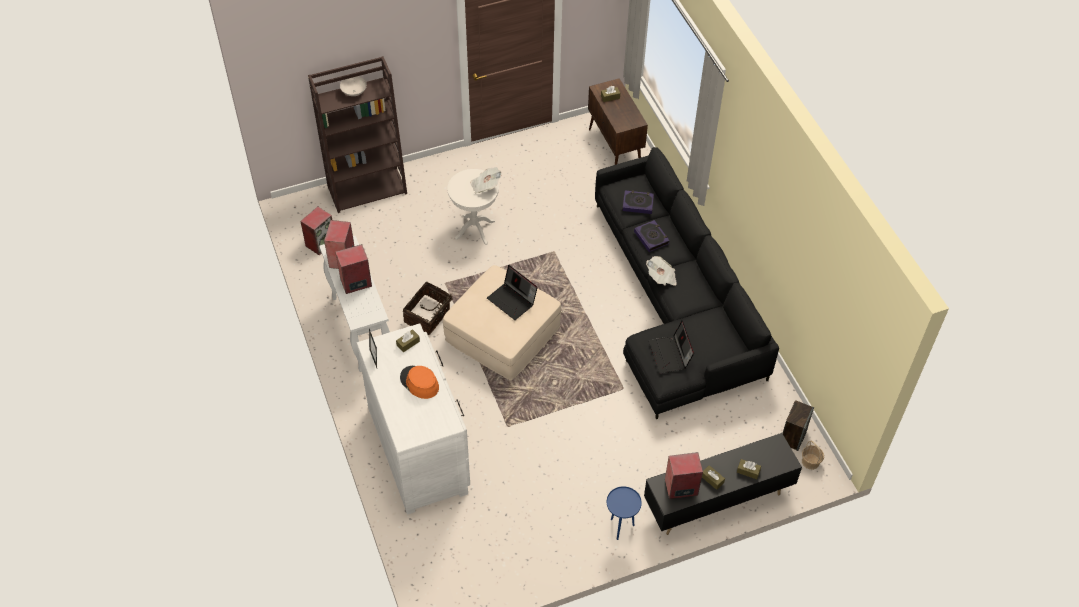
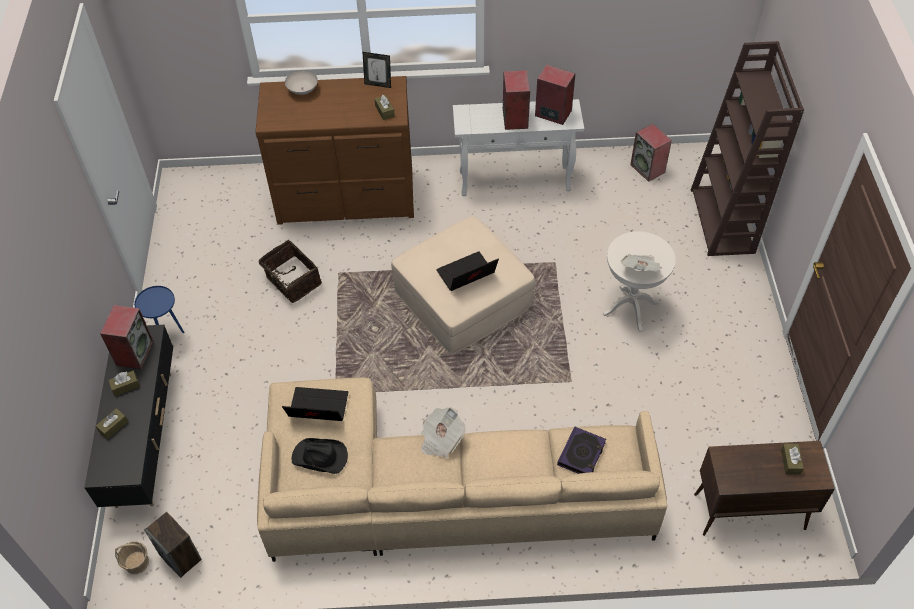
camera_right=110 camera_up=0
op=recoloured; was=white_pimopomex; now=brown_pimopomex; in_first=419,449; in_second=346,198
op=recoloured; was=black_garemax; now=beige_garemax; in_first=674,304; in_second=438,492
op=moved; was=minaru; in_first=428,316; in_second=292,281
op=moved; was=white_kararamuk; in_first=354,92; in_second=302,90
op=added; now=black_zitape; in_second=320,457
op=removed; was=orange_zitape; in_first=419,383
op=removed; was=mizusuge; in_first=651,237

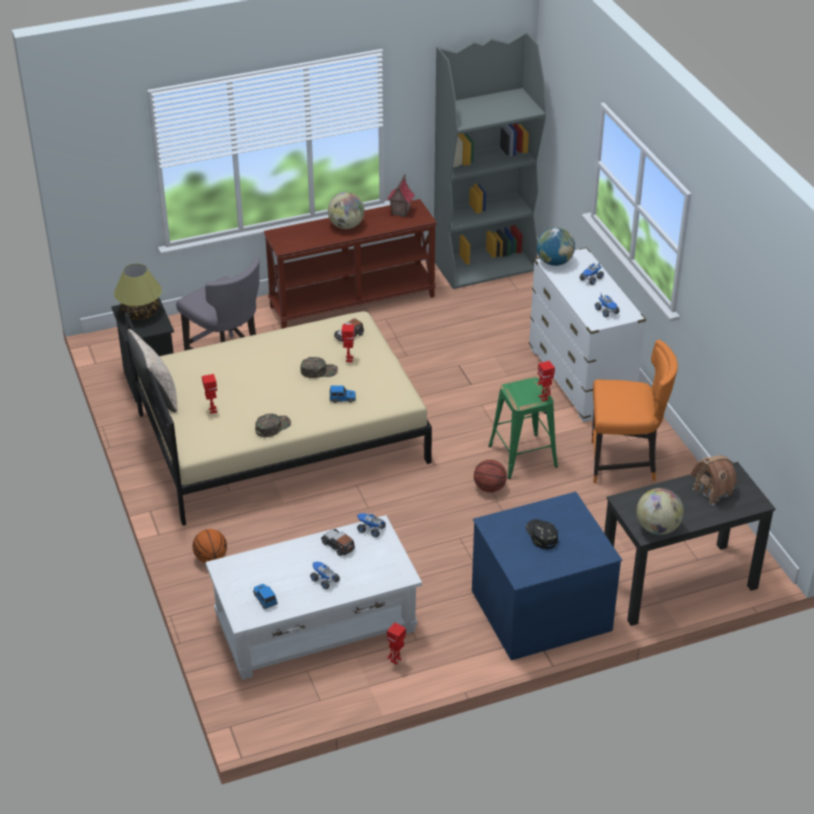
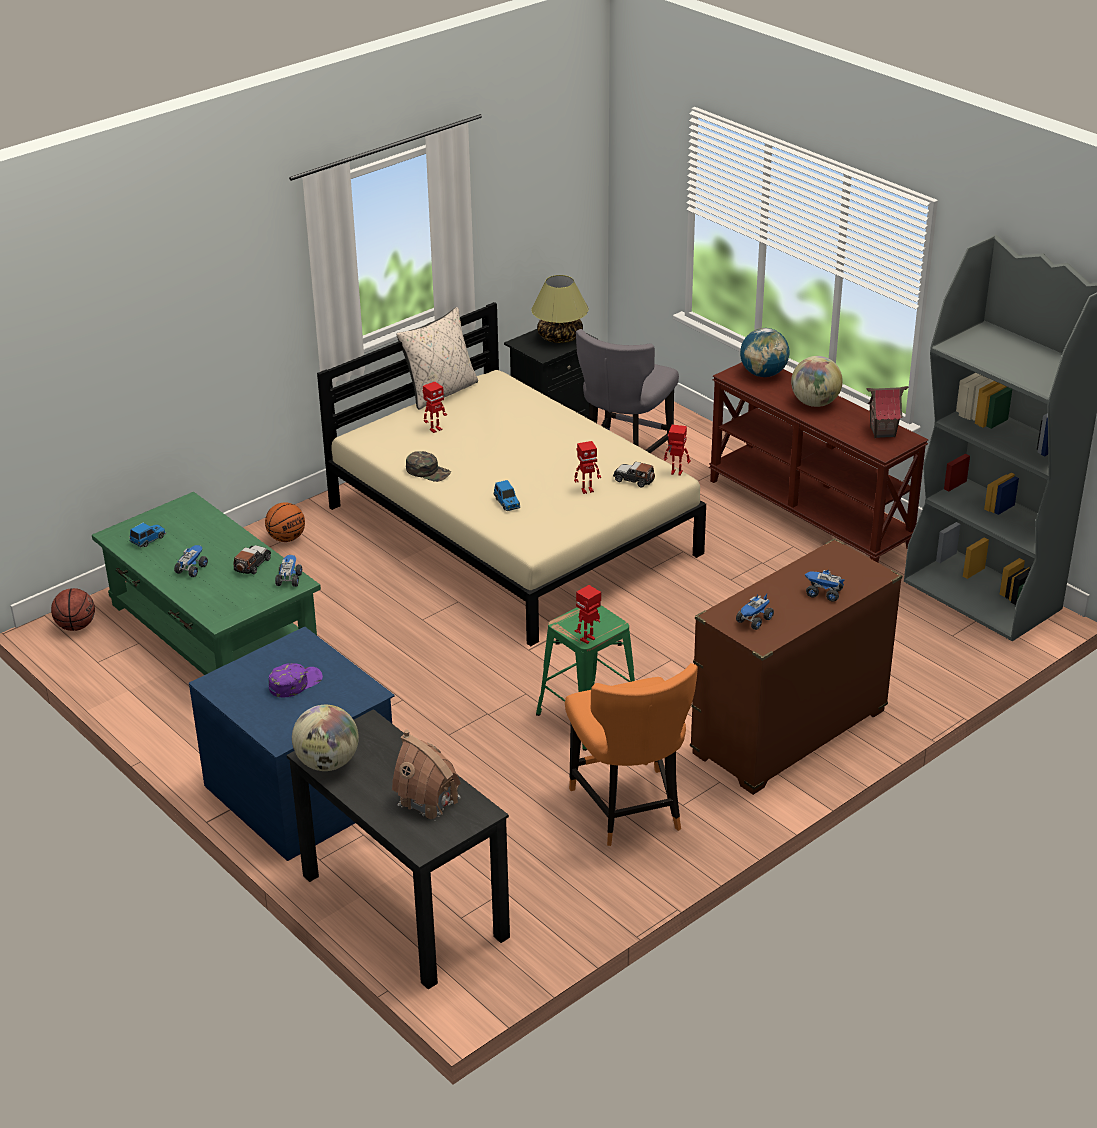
camera_right=70 camera_up=-5
op=moved; was=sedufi; in_first=489,488; in_second=76,626
op=recoloured; was=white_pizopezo; now=green_pizopezo; in_first=314,623; in_second=213,629
op=recoloured; was=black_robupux; now=purple_robupux; in_first=541,535; in_second=295,683
op=moved; was=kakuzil; in_first=396,660; in_second=676,473
op=recoloured; was=white_pimopomex; now=brown_pimopomex; in_first=580,379; in_second=789,733
op=moved; was=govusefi; in_first=554,262; in_second=763,374
op=removed; was=green_robupux; in_first=319,371

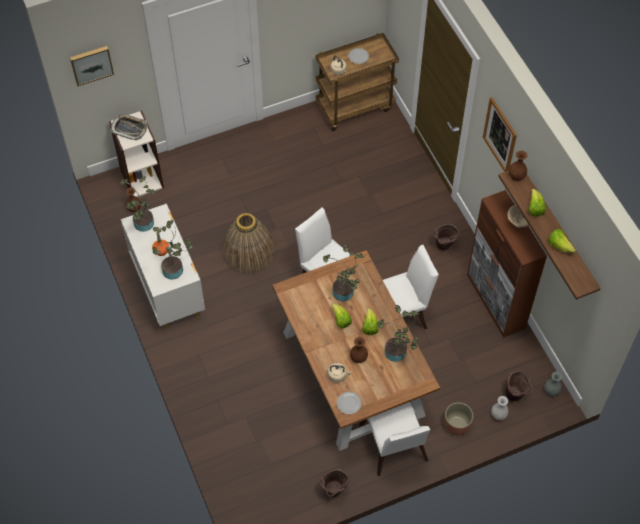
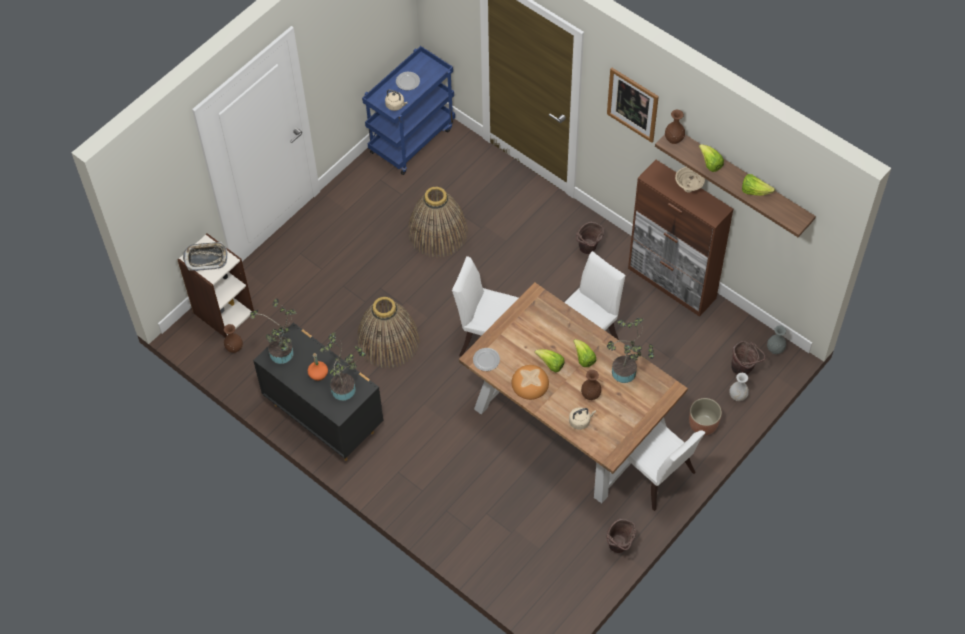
camera_right=-25 camera_up=0
op=recoloured; was=white_pimopomex; now=black_pimopomex; in_first=168,289; in_second=324,417
op=recoloured; was=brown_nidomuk; now=blue_nidomuk; in_first=355,106; in_second=412,139
op=added; now=minaru; in_second=438,232
op=moved; was=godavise; in_first=348,404; in_second=486,360
op=added; now=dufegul; in_second=529,383
op=removed; was=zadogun; in_first=91,64
op=removed; was=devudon; in_first=344,294

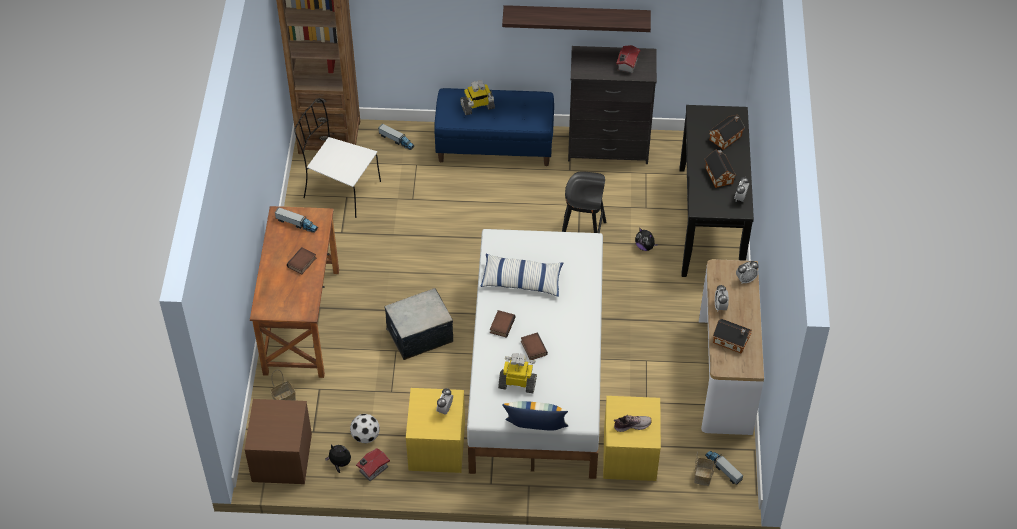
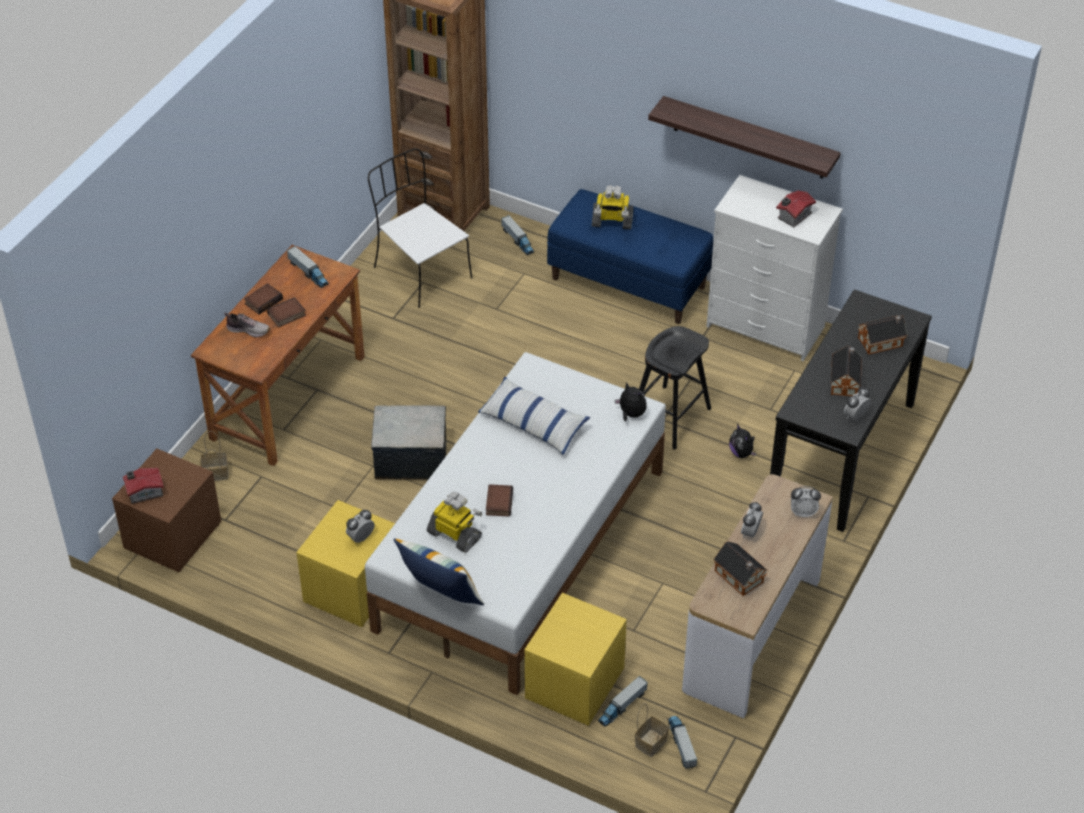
camera_right=25 camera_up=-5
op=moved; was=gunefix; in_first=372,469; in_second=144,492
op=moved; was=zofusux; in_first=631,425; in_second=248,330
op=moved; was=mizusuge; in_first=501,325; in_second=263,301
op=added; now=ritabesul; in_second=622,706
op=moved; was=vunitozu; in_first=340,464; in_second=631,414
op=recoloured; was=black_pimopomex; now=white_pimopomex; in_first=609,147; in_second=766,327
op=removed; was=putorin; in_first=365,436

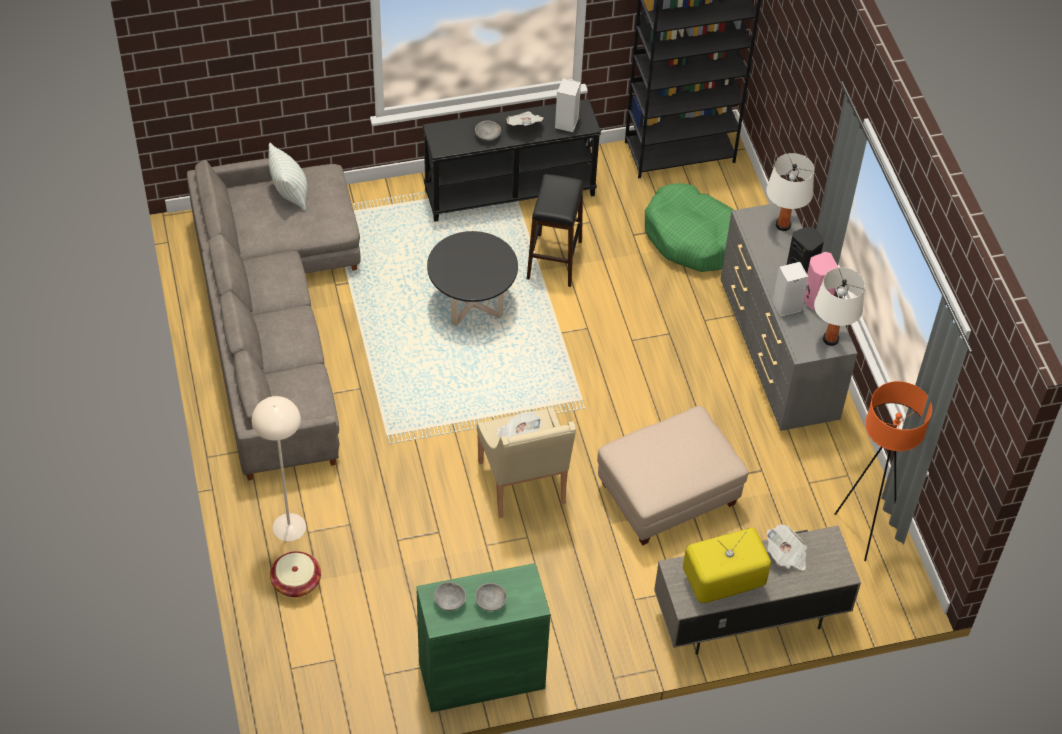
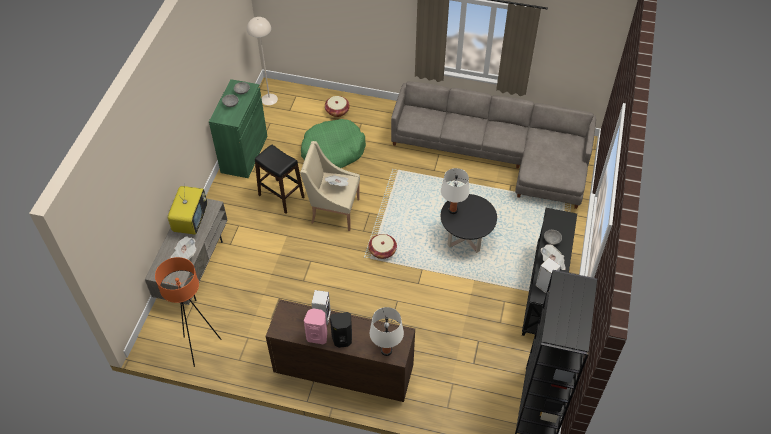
camera_right=120 camera_up=0
op=moved; was=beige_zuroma; in_first=289,527; in_second=269,99
op=moved; was=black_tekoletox; in_first=554,260; in_second=281,196
op=recoloured; was=grey_pimopomex; now=brown_pimopomex; in_first=777,354; in_second=343,370
op=moved; was=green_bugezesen; in_first=695,238; in_second=333,151
op=added; now=minaru; in_second=382,251
op=moved; was=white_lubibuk; in_first=831,339; in_second=452,210
op=removed; was=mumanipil; in_first=290,193
op=removed; was=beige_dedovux; in_first=667,494

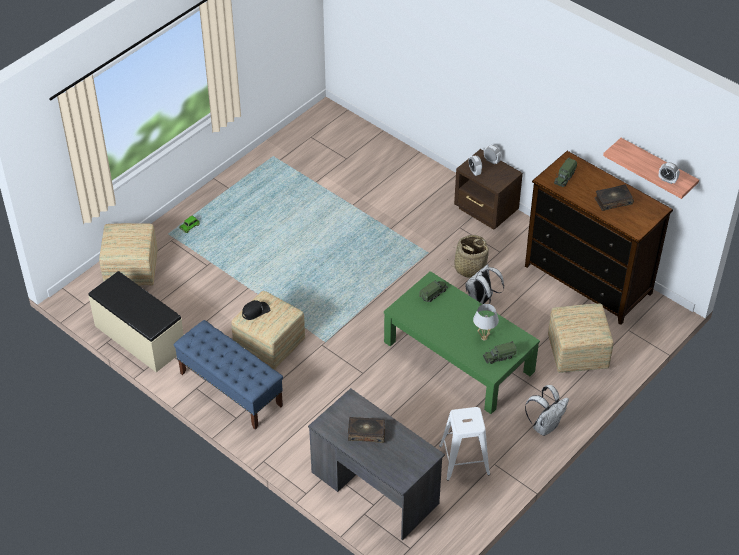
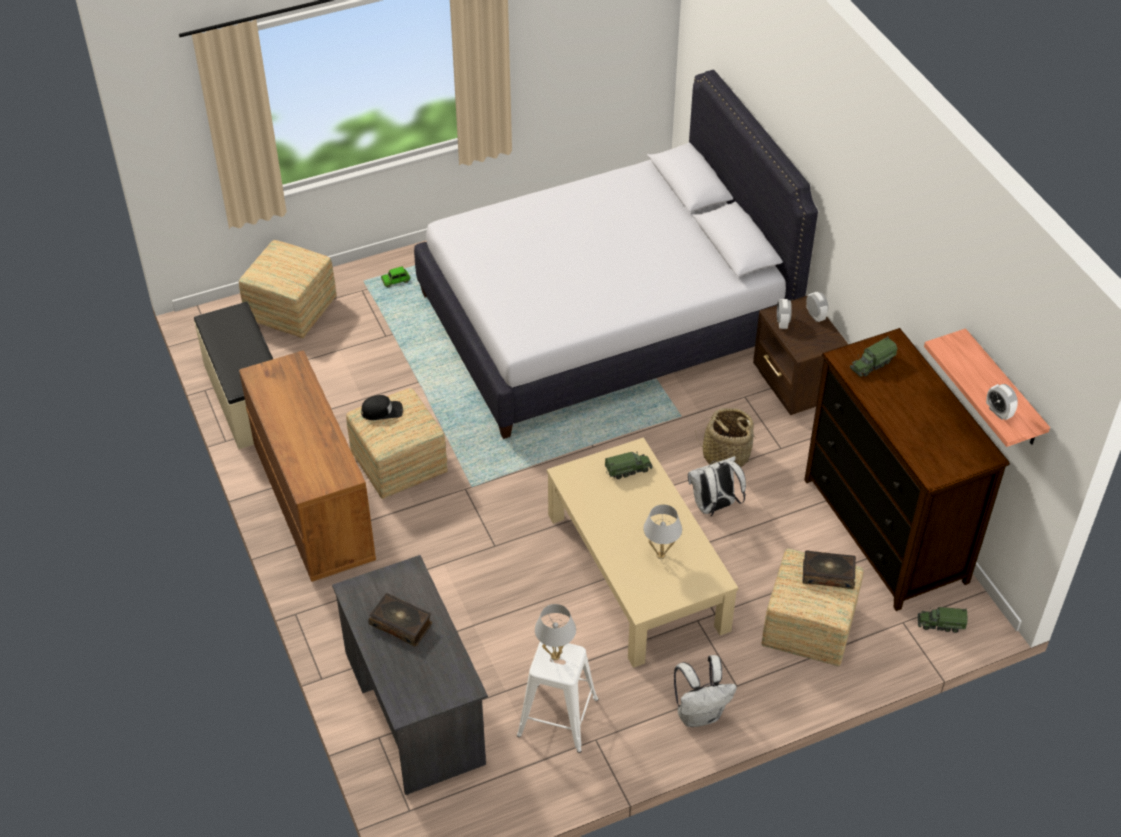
camera_right=25 camera_up=0
op=replaced; was=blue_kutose; now=brown_pimopomex; in_first=230,389; in_second=314,504
op=added; now=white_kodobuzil; in_second=604,318
op=added; now=white_lubibuk; in_second=555,656
op=recoloured; was=green_pizopezo; now=beige_pizopezo; in_first=458,356; in_second=636,571
op=moved; was=mizusuge; in_first=613,201; in_second=828,574
op=moved; was=ritabesul; in_first=499,357; in_second=940,624

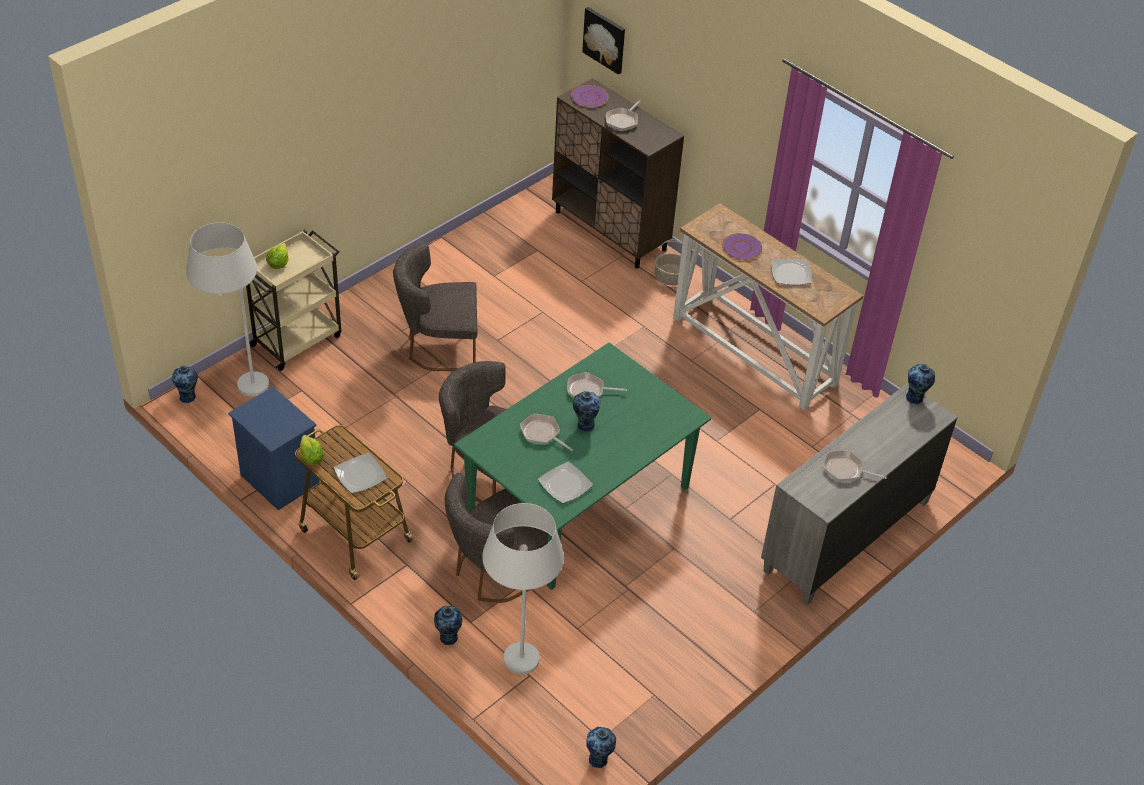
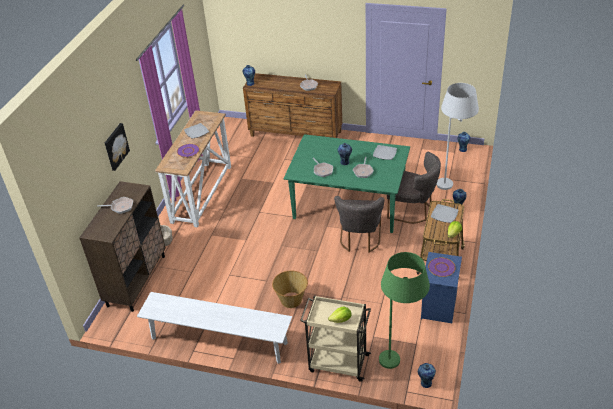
camera_right=-115 camera_up=-5
op=moved; was=zadogun; in_first=605,39; in_second=115,146
op=added; now=white_kutose; in_second=218,341
op=recoloured; was=grey_pimopomex; now=brown_pimopomex; in_first=845,536; in_second=296,134
op=replaced; was=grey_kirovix; now=minaru; in_first=438,347; in_second=291,300
op=recoloured; was=white_zuroma; now=green_zuroma; in_first=239,394; in_second=401,361
op=moved; was=purple_godavise; in_first=589,97; in_second=441,268

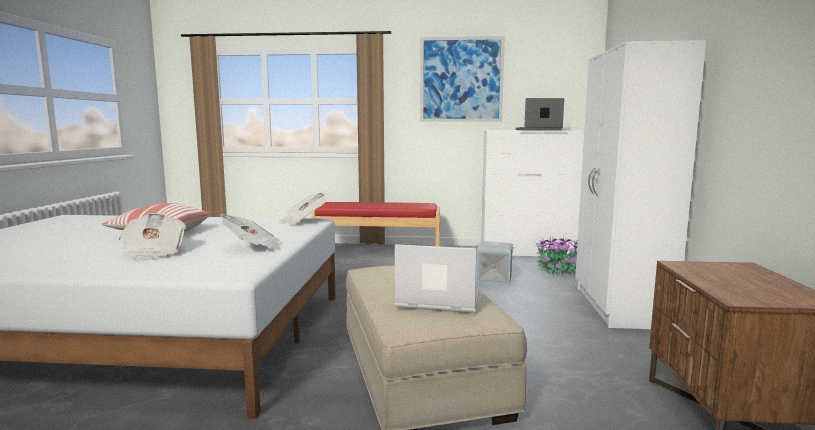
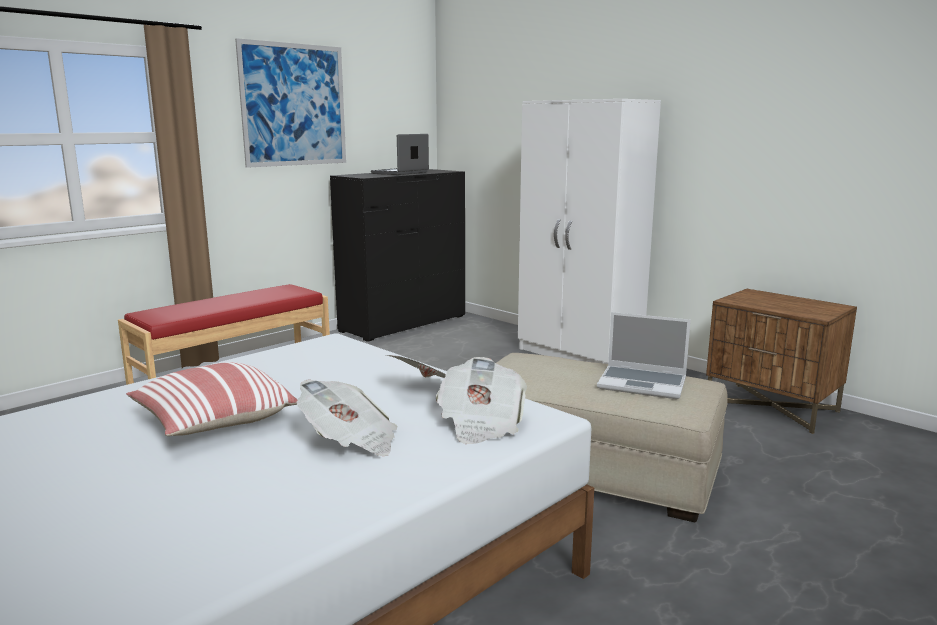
camera_right=-50 camera_up=5
op=recoloured; was=white_pimopomex; now=black_pimopomex; in_first=533,253; in_second=403,323
op=moved; was=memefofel; in_first=302,221; in_second=480,424
op=turned; was=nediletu; in_first=436,301; in_second=643,384; clockwise=-120
op=removed; was=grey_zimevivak; in_first=494,278
op=removed; was=devudon; in_first=558,271

